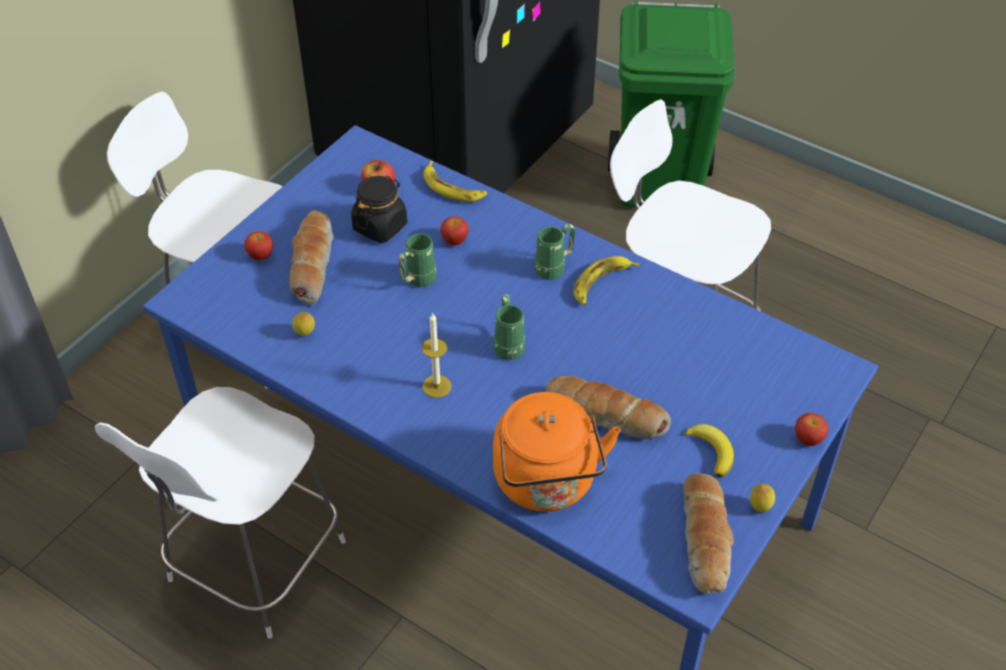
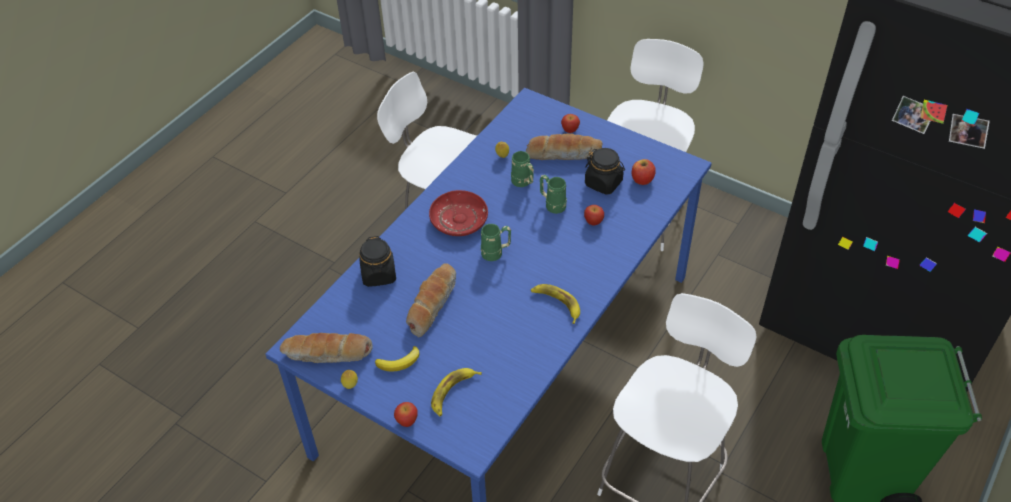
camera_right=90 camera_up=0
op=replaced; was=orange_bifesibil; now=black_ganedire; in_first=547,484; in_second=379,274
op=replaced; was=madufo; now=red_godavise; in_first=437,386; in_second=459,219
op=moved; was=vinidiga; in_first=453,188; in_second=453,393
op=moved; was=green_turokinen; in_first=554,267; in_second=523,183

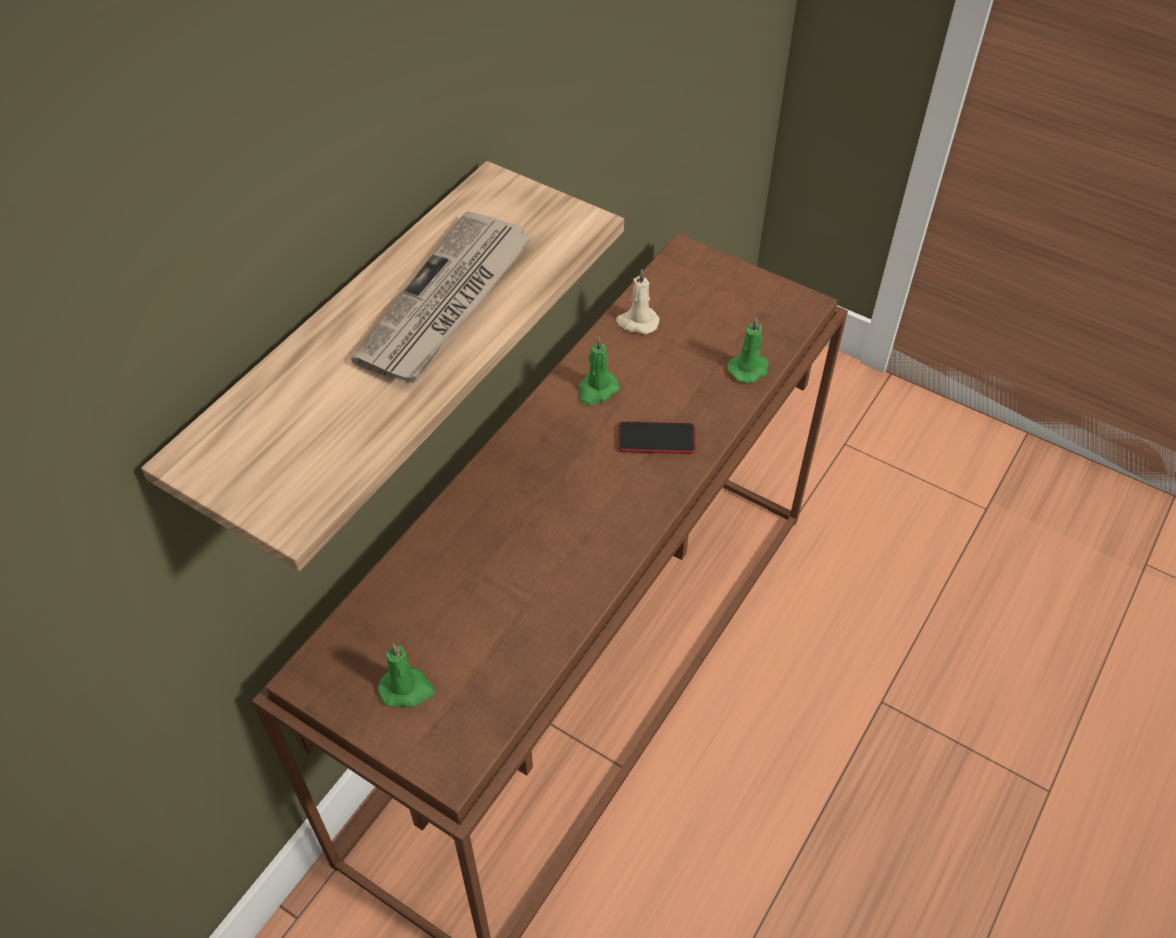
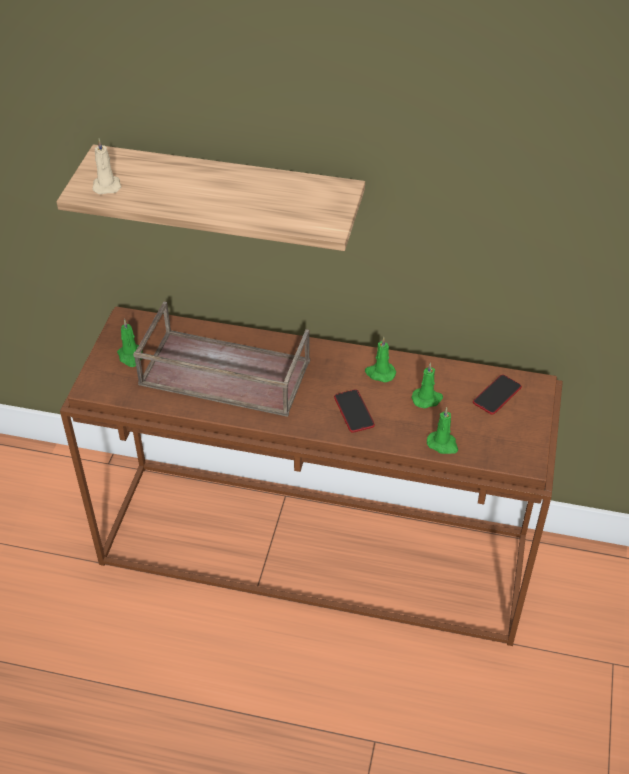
camera_right=70 camera_up=-5
op=moved; was=beige_madufo; in_first=637,322; in_second=107,185
op=added; now=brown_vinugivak; in_second=223,374
op=added; now=green_madufo; in_second=427,399
op=added; now=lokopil; in_second=497,395
op=removed; was=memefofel; in_first=446,303

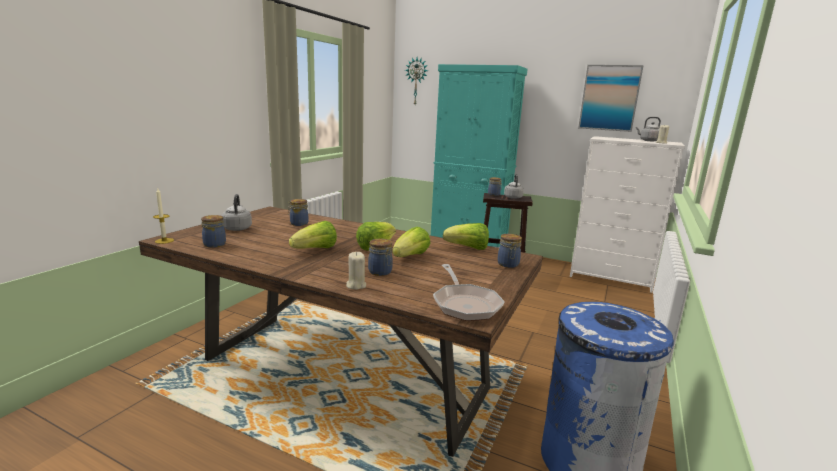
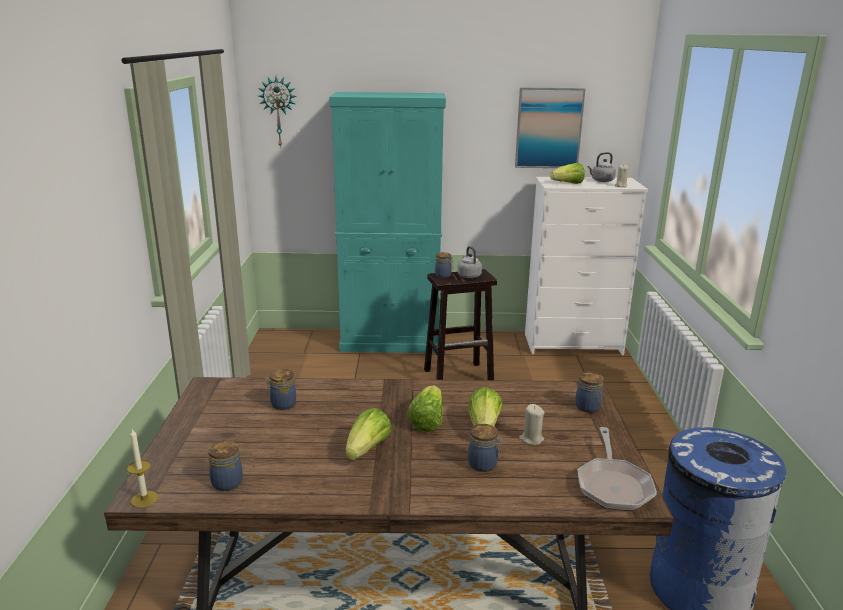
camera_right=-25 camera_up=5
op=moved; was=beige_madufo; in_first=356,285; in_second=531,439
op=moved; was=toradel; in_first=468,248; in_second=568,184
op=turned; was=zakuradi; in_first=465,304; in_second=613,485; clockwise=45
op=removed; was=grey_bifesibil; in_first=237,228

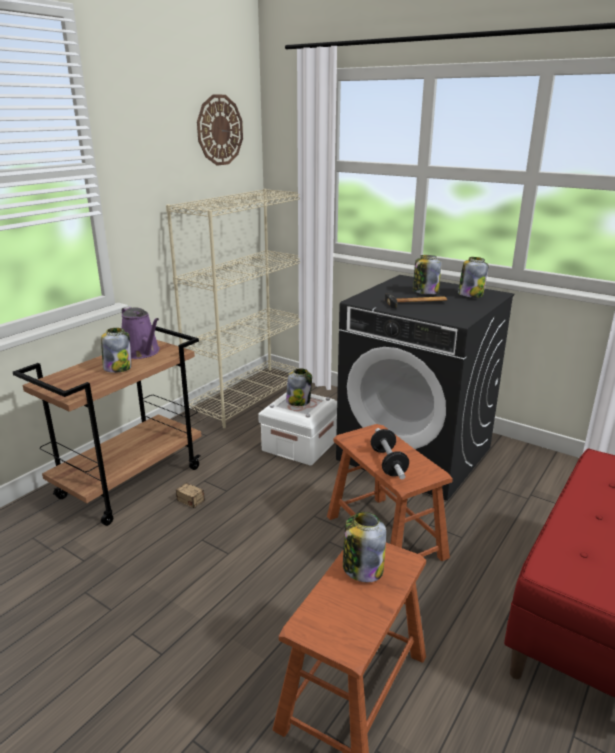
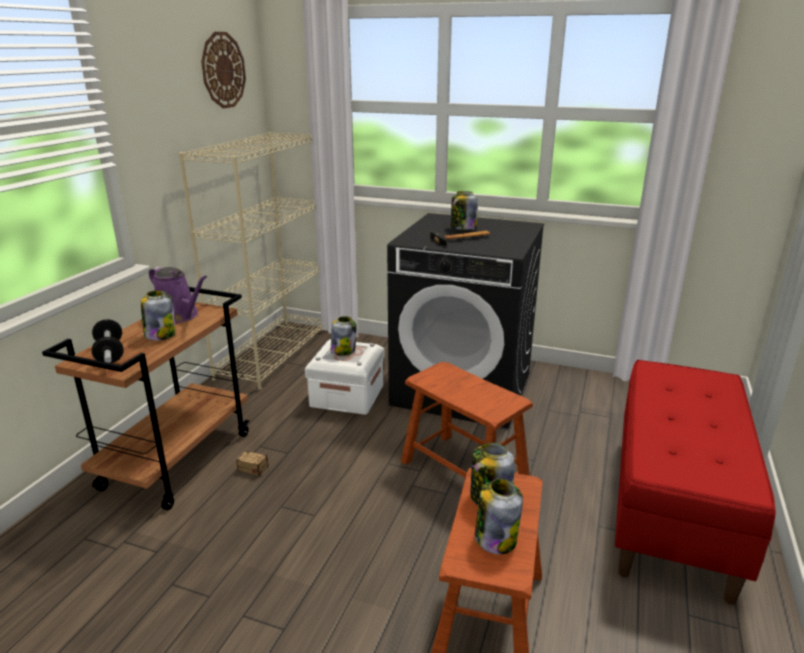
camera_right=-15 camera_up=0
op=moved; was=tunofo; in_first=388,463; in_second=110,353
op=moved; was=ganedire; in_first=470,295; in_second=495,538

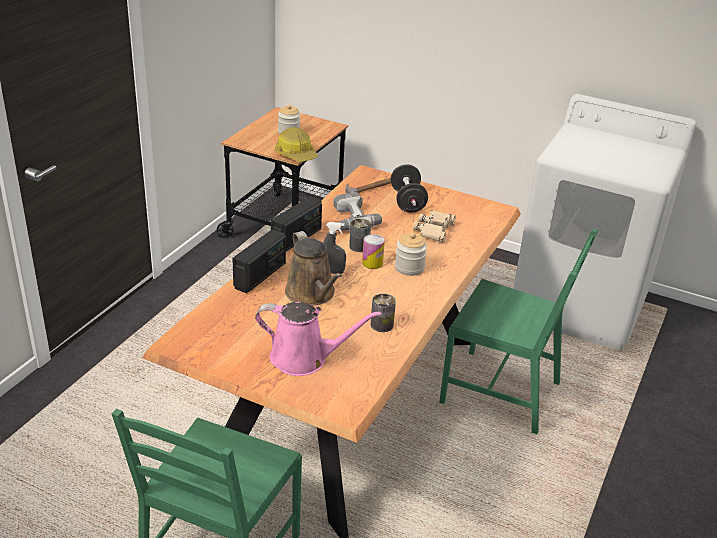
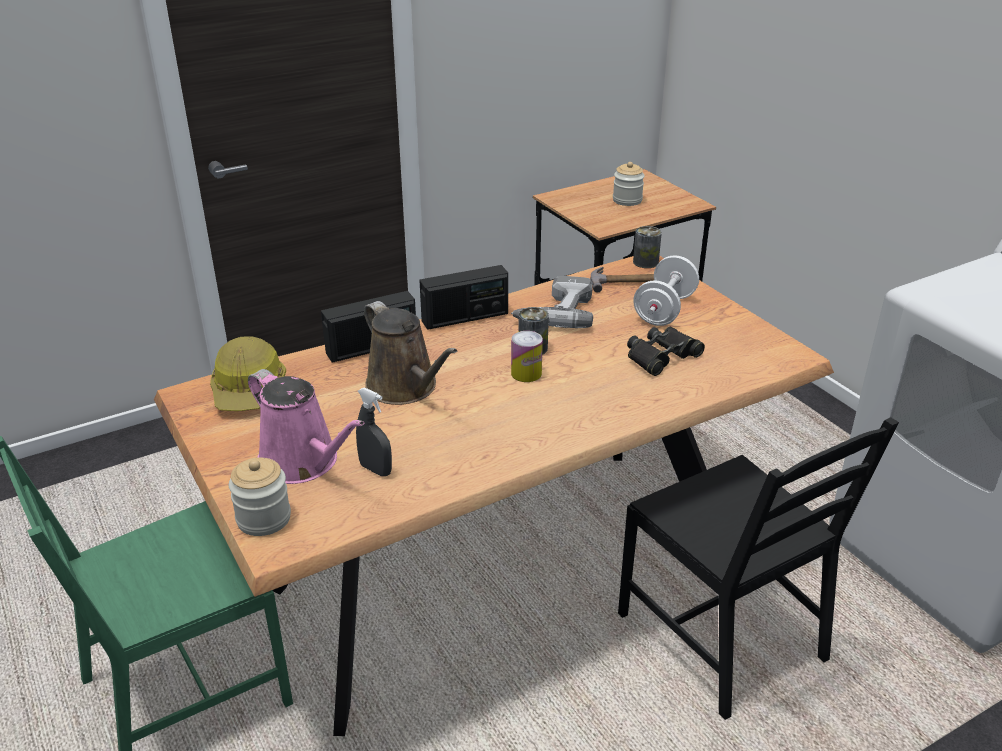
camera_right=35 camera_up=0
op=moved; was=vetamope; in_first=296,154; in_second=249,390
op=moved; was=ganedire; in_first=409,268; in_second=264,519
op=moved; was=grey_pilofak; in_first=332,272; in_second=375,469
op=turned; was=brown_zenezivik; in_first=312,294; in_second=405,388; clockwise=-45
op=recoloured; was=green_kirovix; now=black_kirovix; in_first=502,392; in_second=724,636
op=recoloured; was=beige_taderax; now=black_taderax; in_first=434,230; in_second=661,356
op=moved; was=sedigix; in_first=382,325; in_second=645,262
op=recoloured; was=black_tunofo; now=white_tunofo; in_first=407,201; in_second=664,310

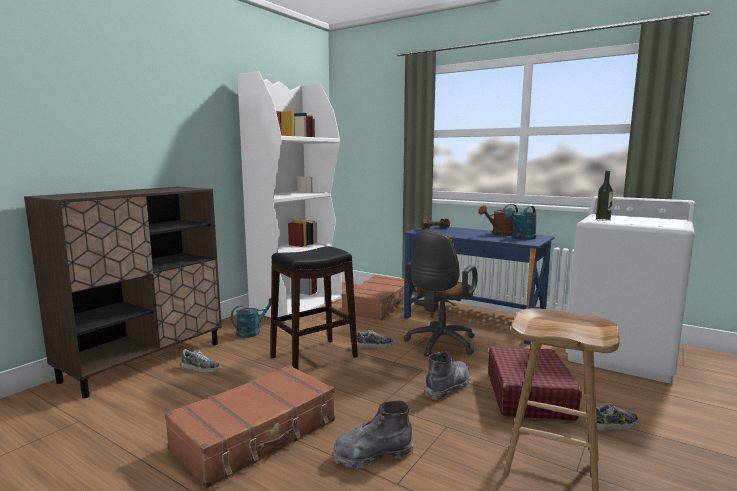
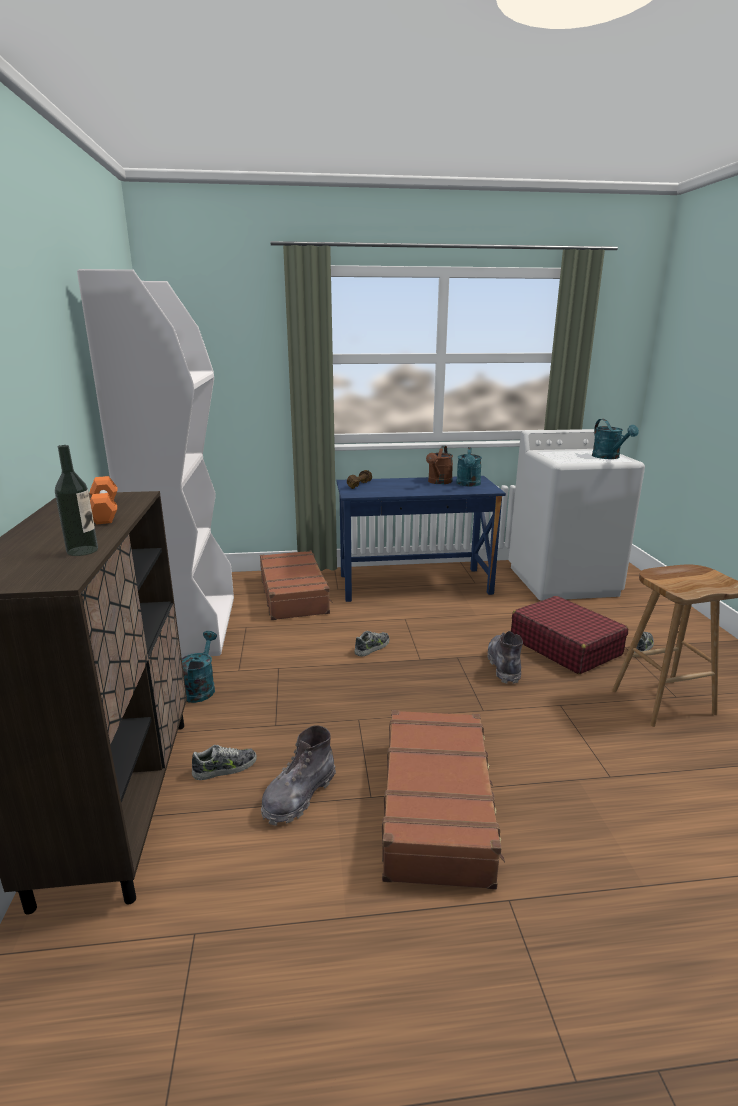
camera_right=-40 camera_up=10
op=moved; was=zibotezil; in_first=603,220; in_second=82,551
op=added; now=orange_tunofo; in_second=104,511
op=moved; was=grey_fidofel; in_first=372,455; in_second=299,796
op=added; now=turquoise_zenezivik; in_second=609,457
op=removed; was=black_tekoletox; in_first=314,357
op=removed; was=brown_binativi; in_first=439,344

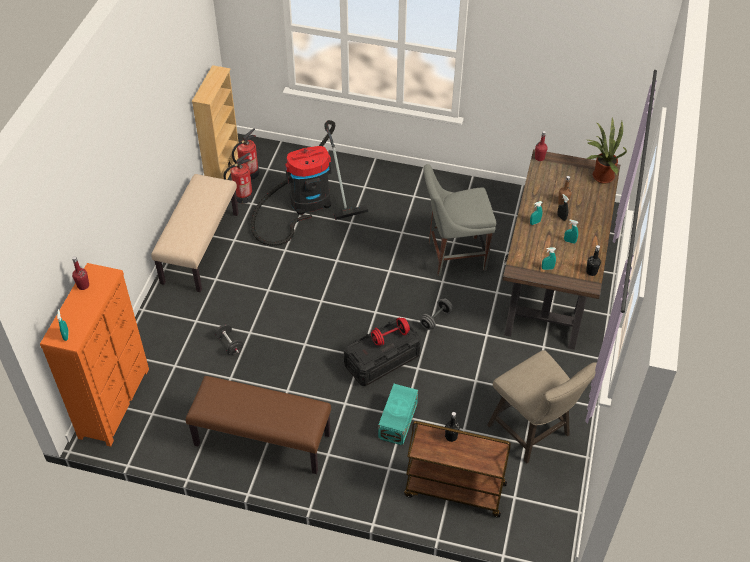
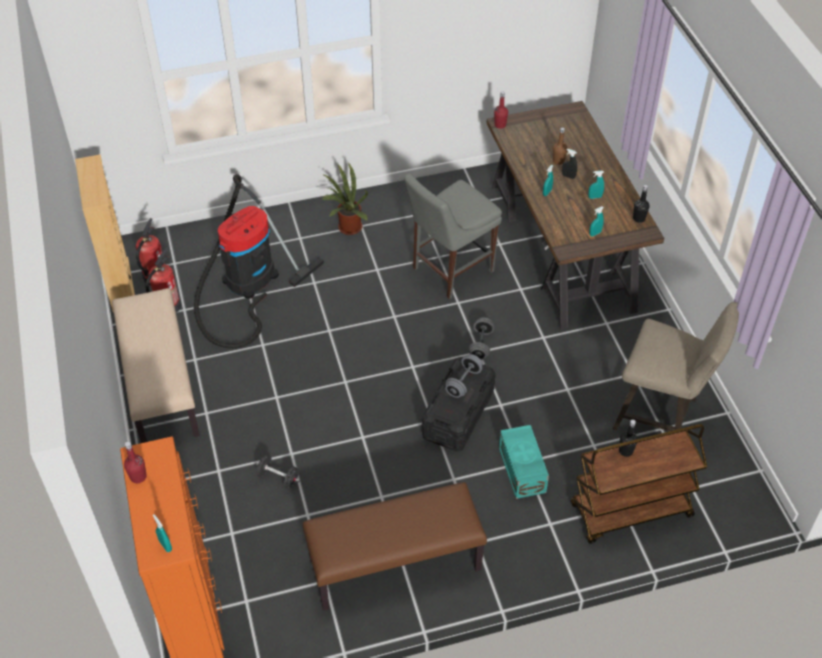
camera_right=-30 camera_up=0
op=moved; was=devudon; in_first=600,176; in_second=347,228
op=recoloured; was=red_tunofo; now=grey_tunofo; in_first=390,337; in_second=463,382

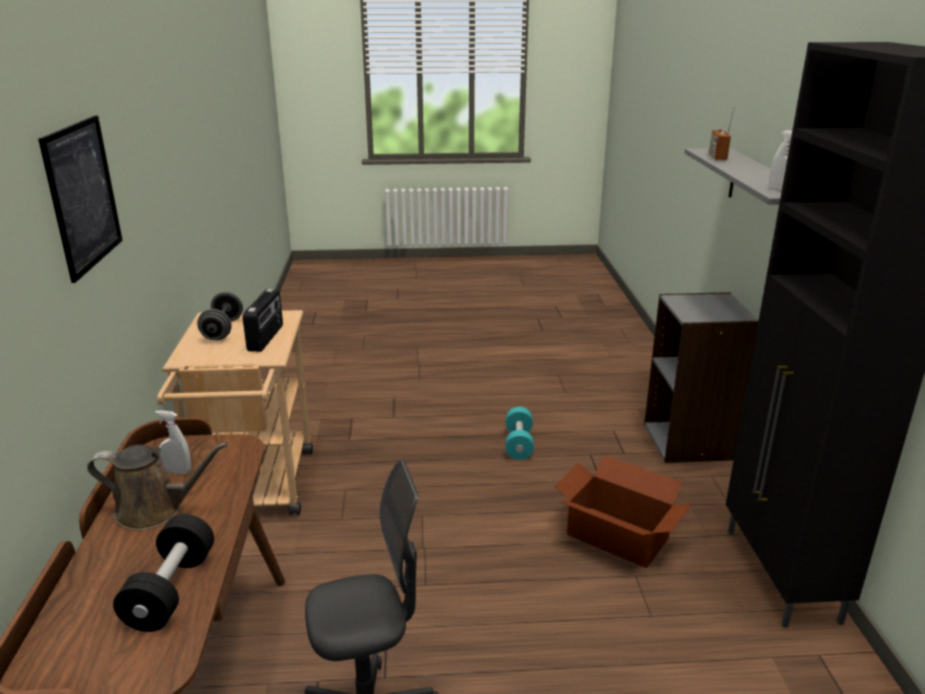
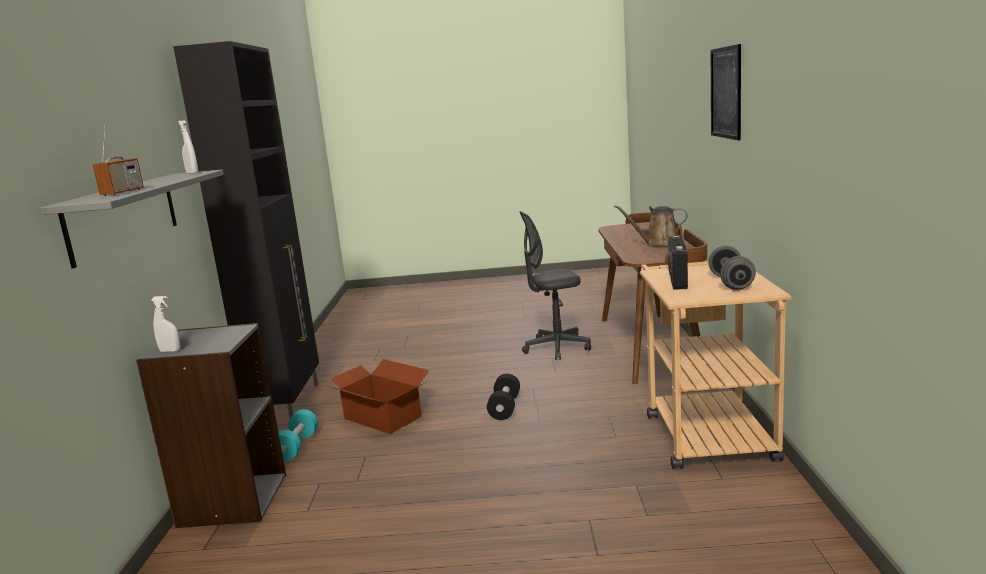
camera_right=-175 camera_up=-10
op=moved; was=white_pilofak; in_first=178,472; in_second=170,351
op=moved; was=turquoise_tunofo; in_first=518,444; in_second=296,447
op=moved; was=black_tunofo; in_first=171,590; in_second=505,408

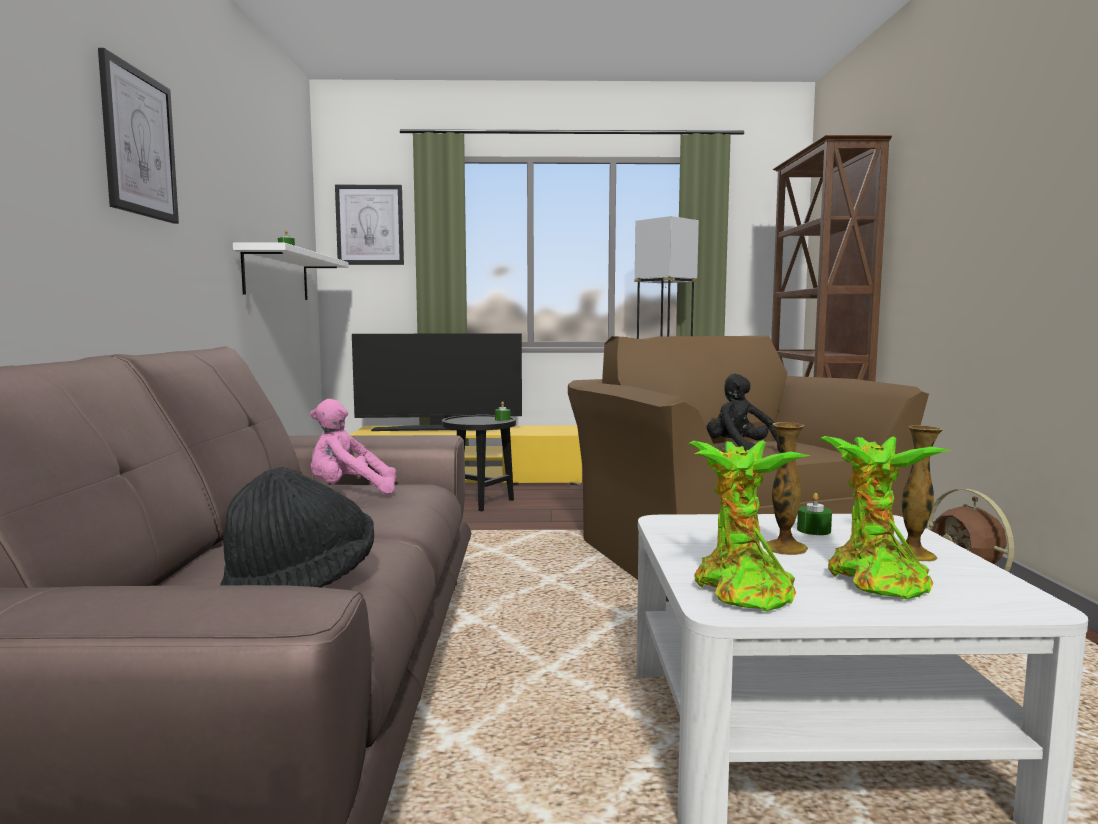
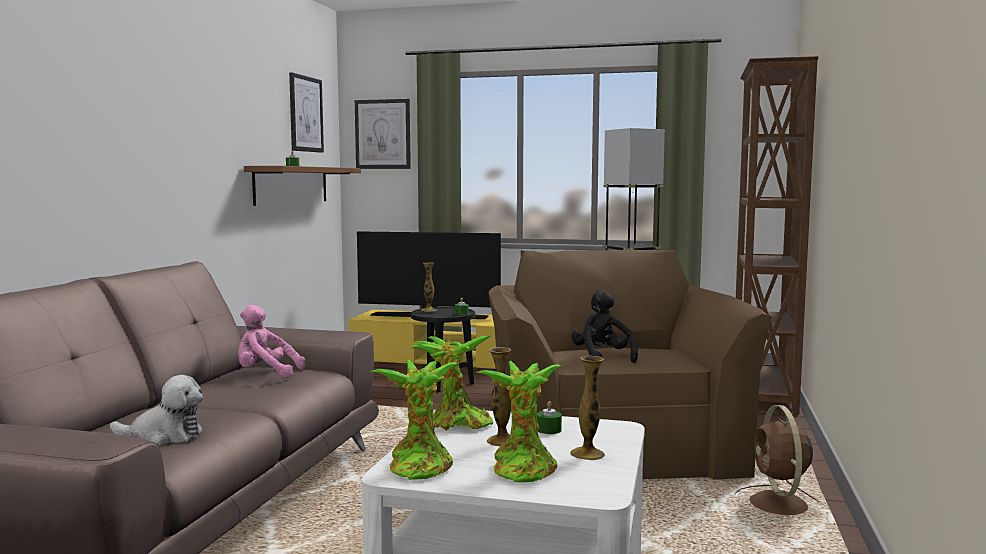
camera_right=15 camera_up=0
op=replaced; was=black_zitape; now=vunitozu; in_first=301,584; in_second=164,436
op=recoloured; was=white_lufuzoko; now=brown_lufuzoko; in_first=277,275; in_second=291,185
op=moved; was=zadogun; in_first=139,143; in_second=305,114
op=added; now=devudon; in_second=457,424
op=added; now=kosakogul; in_second=429,310

